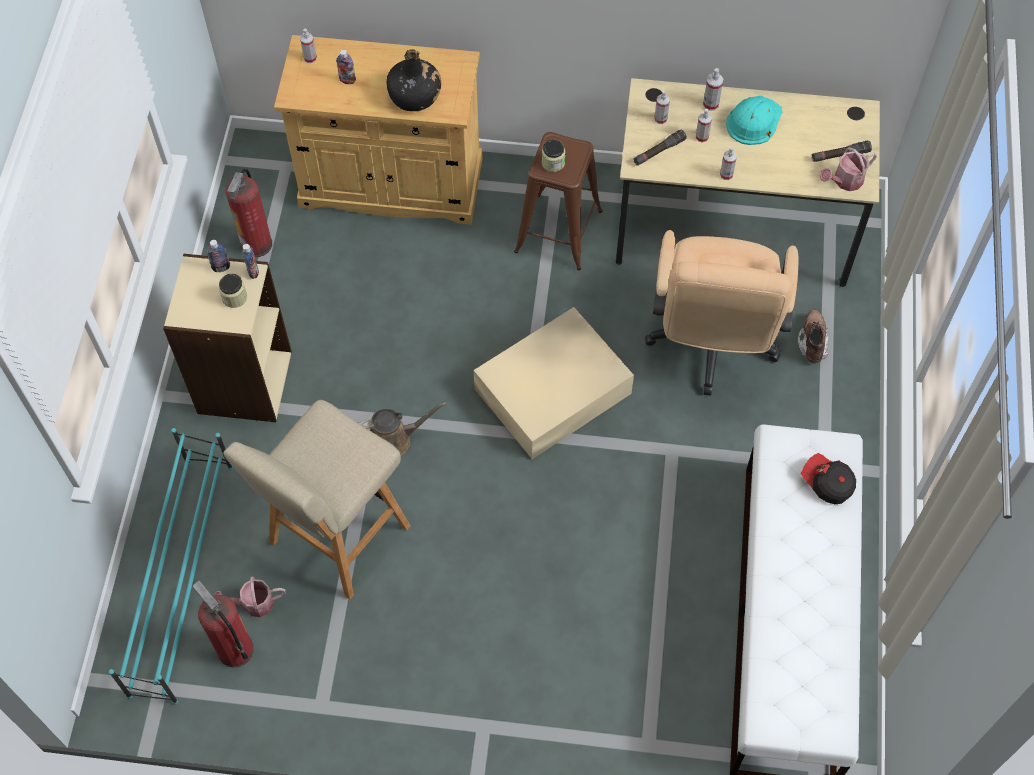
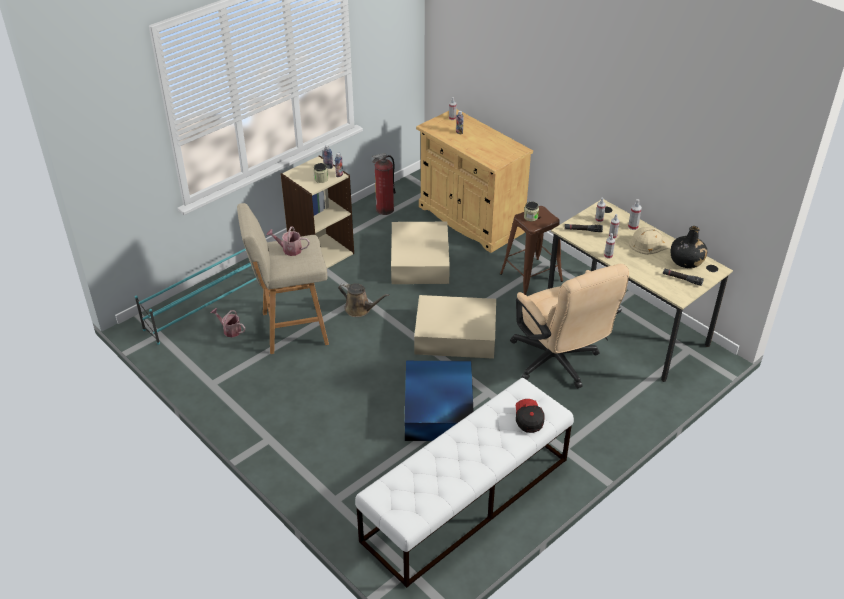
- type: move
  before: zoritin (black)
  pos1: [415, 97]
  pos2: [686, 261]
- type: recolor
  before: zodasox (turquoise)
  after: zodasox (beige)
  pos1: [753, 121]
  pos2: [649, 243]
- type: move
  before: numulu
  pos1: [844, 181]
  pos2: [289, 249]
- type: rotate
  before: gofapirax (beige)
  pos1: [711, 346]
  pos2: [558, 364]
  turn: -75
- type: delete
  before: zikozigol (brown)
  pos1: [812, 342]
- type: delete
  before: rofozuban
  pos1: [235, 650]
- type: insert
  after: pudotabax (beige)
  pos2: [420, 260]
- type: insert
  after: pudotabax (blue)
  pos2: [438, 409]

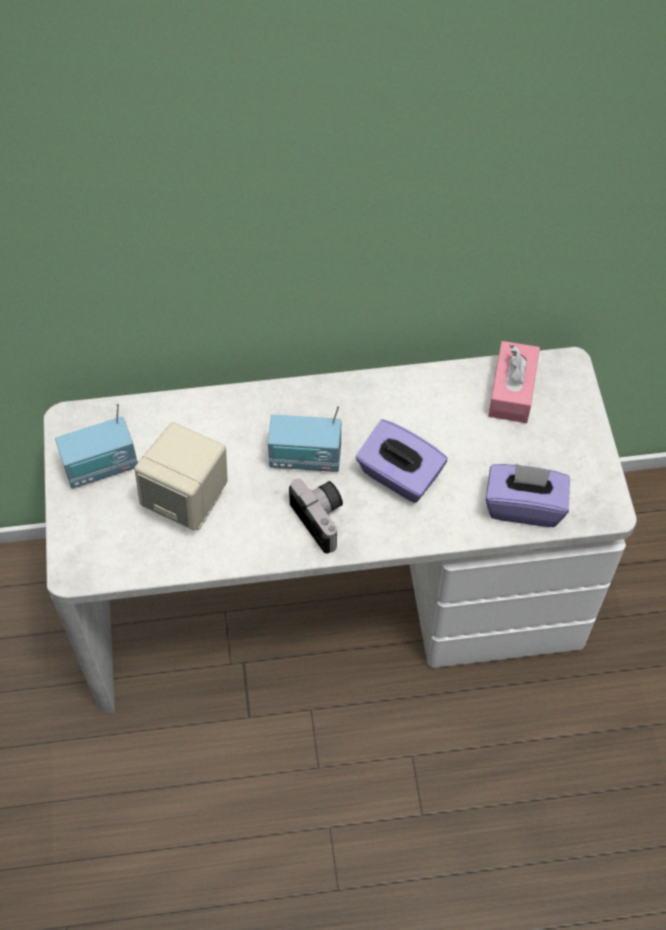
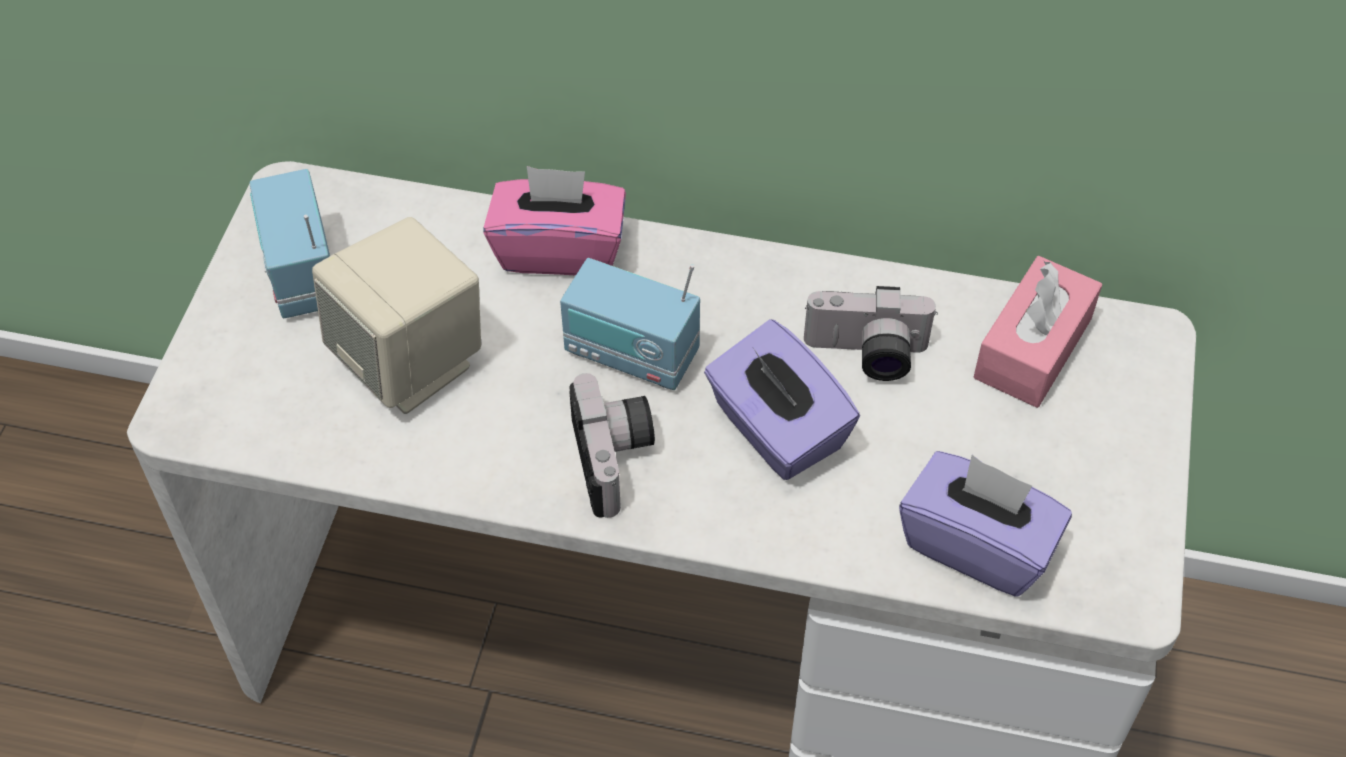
- type: rotate
  before: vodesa
  pos1: [101, 467]
  pos2: [301, 273]
  turn: 75
- type: insert
  after: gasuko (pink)
  pos2: [559, 249]
- type: insert
  after: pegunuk
  pos2: [866, 356]

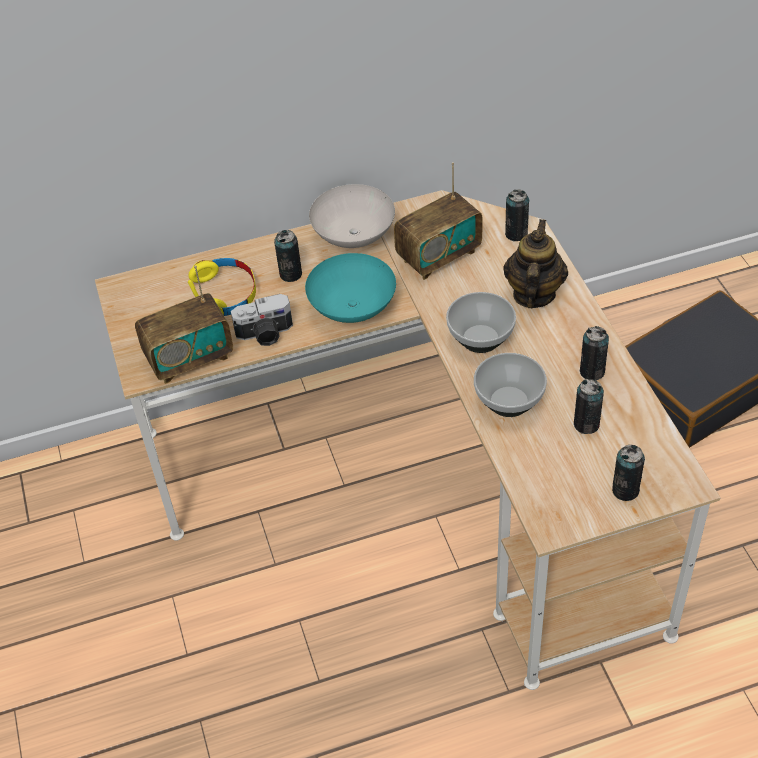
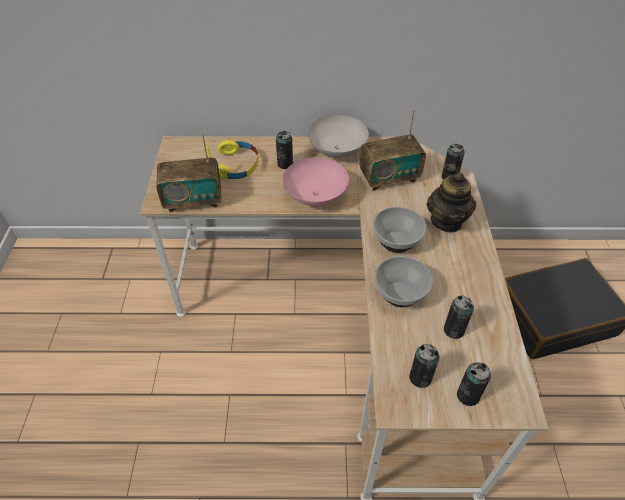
- type: rotate
  before: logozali
  pos1: [533, 294]
  pos2: [447, 221]
  turn: 150
- type: recolor
  before: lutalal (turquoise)
  after: lutalal (pink)
  pos1: [354, 308]
  pos2: [316, 197]
- type: delete
  before: pegunuk
  pos1: [265, 334]
- type: move
  before: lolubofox
  pos1: [592, 371]
  pos2: [420, 378]

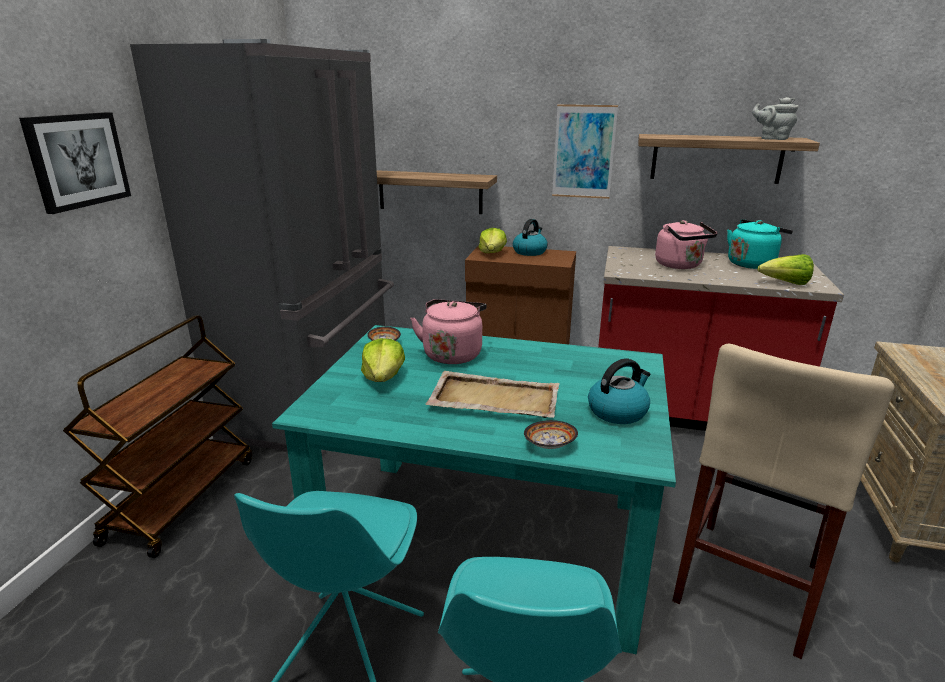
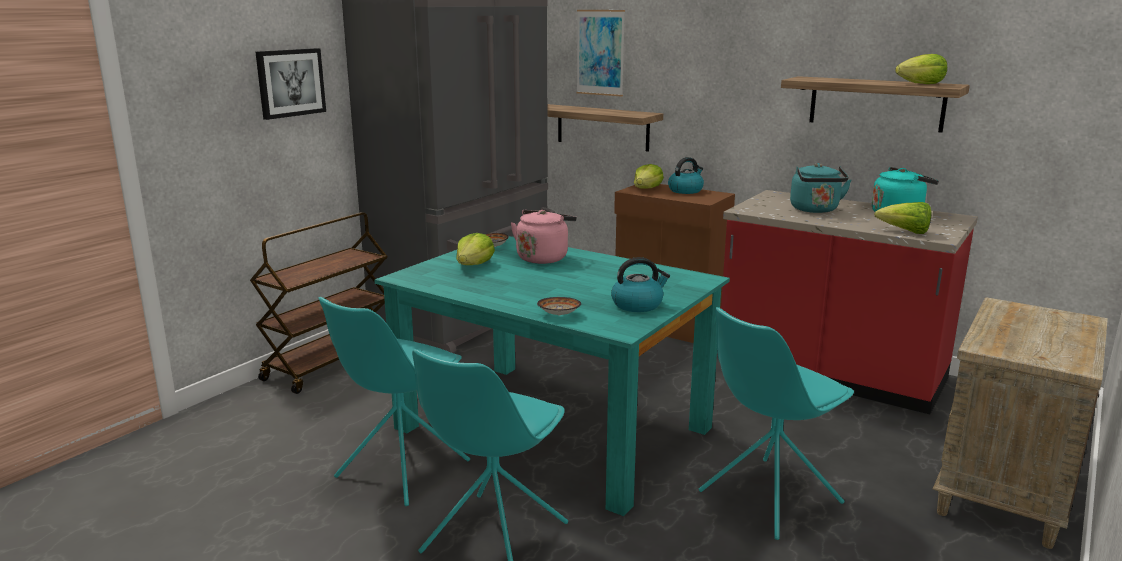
- type: replace
  before: logozali (grey)
  after: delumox
  pos1: [772, 139]
  pos2: [921, 84]
- type: move
  before: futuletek
  pos1: [583, 152]
  pos2: [600, 52]
- type: recolor
  before: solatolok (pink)
  after: solatolok (turquoise)
  pos1: [680, 266]
  pos2: [815, 210]
- type: replace
  before: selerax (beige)
  after: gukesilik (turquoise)
  pos1: [748, 582]
  pos2: [767, 498]
- type: delete
  before: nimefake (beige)
  pos1: [493, 398]

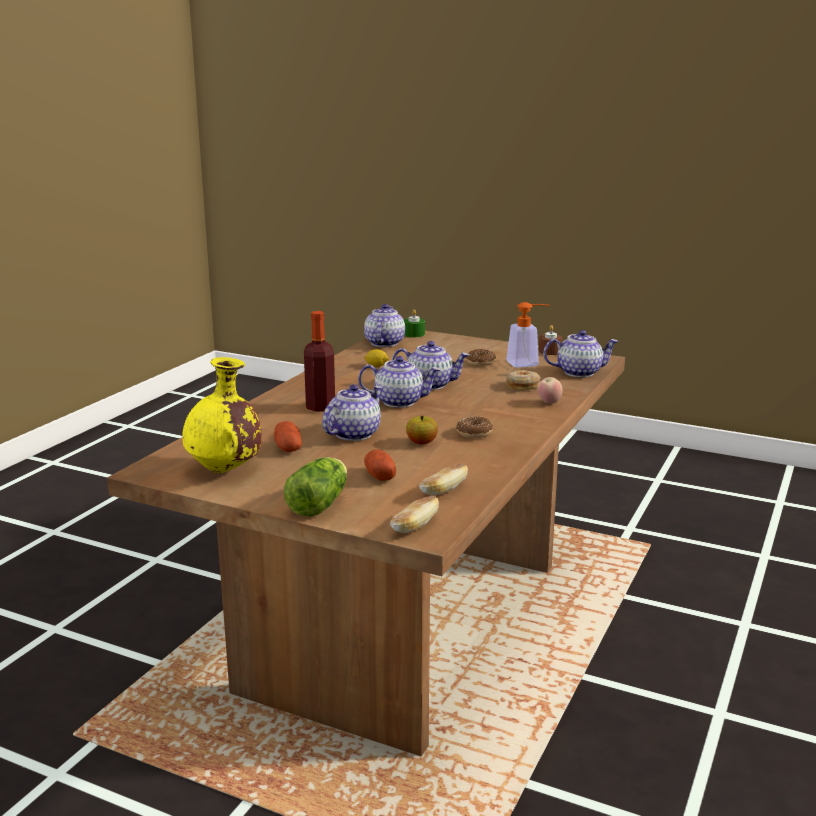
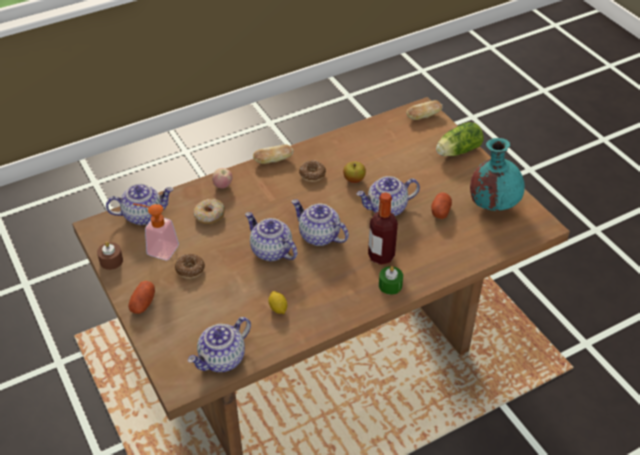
- type: move
  before: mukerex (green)
  pos1: [414, 334]
  pos2: [390, 285]
- type: rotate
  before: logozali
  pos1: [579, 372]
  pos2: [143, 215]
  turn: 135
- type: recolor
  before: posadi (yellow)
  after: posadi (turquoise)
  pos1: [225, 470]
  pos2: [493, 204]
- type: move
  before: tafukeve
  pos1: [379, 476]
  pos2: [143, 303]
- type: move
  before: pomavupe
  pos1: [443, 491]
  pos2: [273, 160]

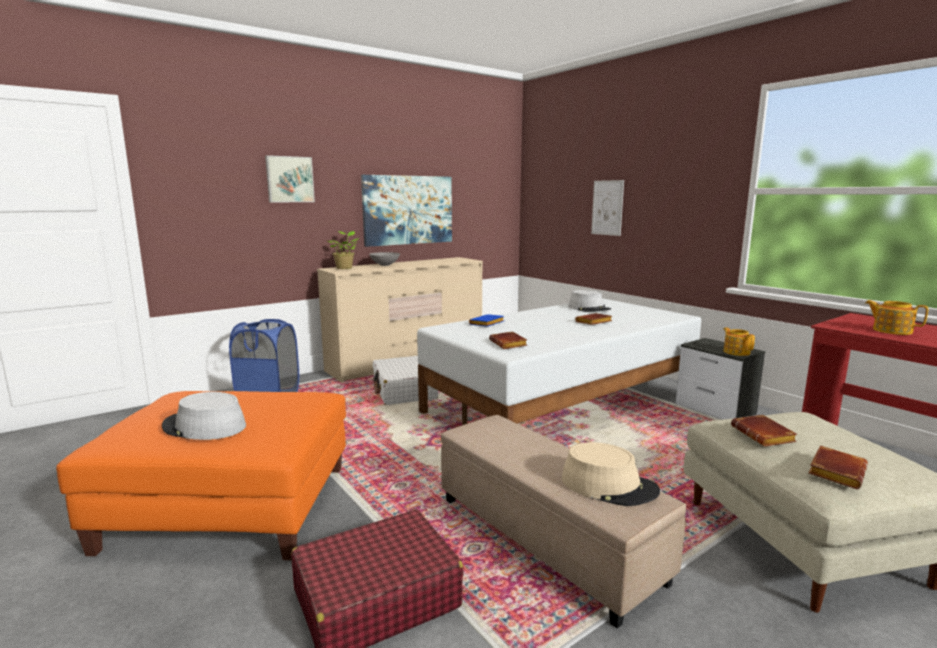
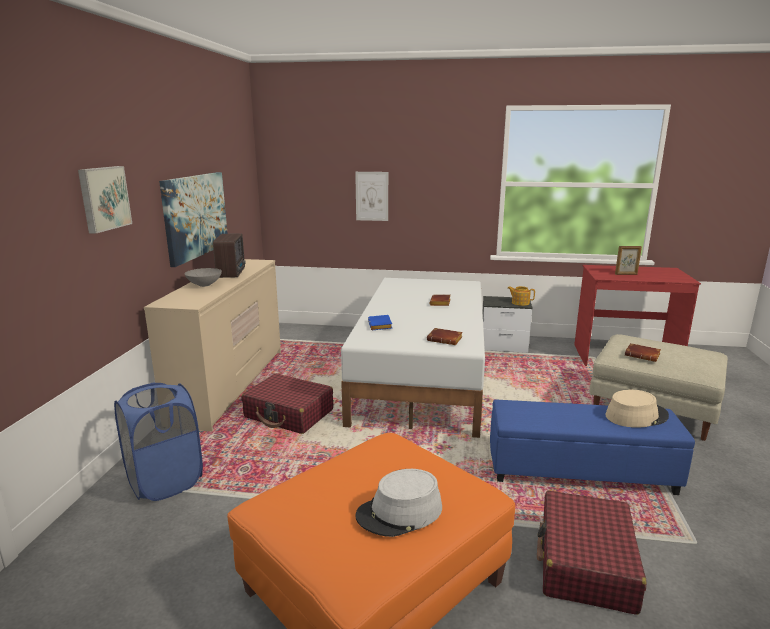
- type: delete
  before: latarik
  pos1: [345, 268]
- type: delete
  before: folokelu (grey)
  pos1: [589, 308]
- type: replace
  before: logozali
  after: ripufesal
  pos1: [891, 330]
  pos2: [626, 274]
- type: recolor
  before: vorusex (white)
  after: vorusex (red)
  pos1: [404, 391]
  pos2: [289, 414]
- type: recolor
  before: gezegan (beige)
  after: gezegan (blue)
  pos1: [546, 538]
  pos2: [579, 470]
- type: delete
  before: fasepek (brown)
  pos1: [835, 471]
- type: insert
  after: vodesa
  pos2: [232, 273]

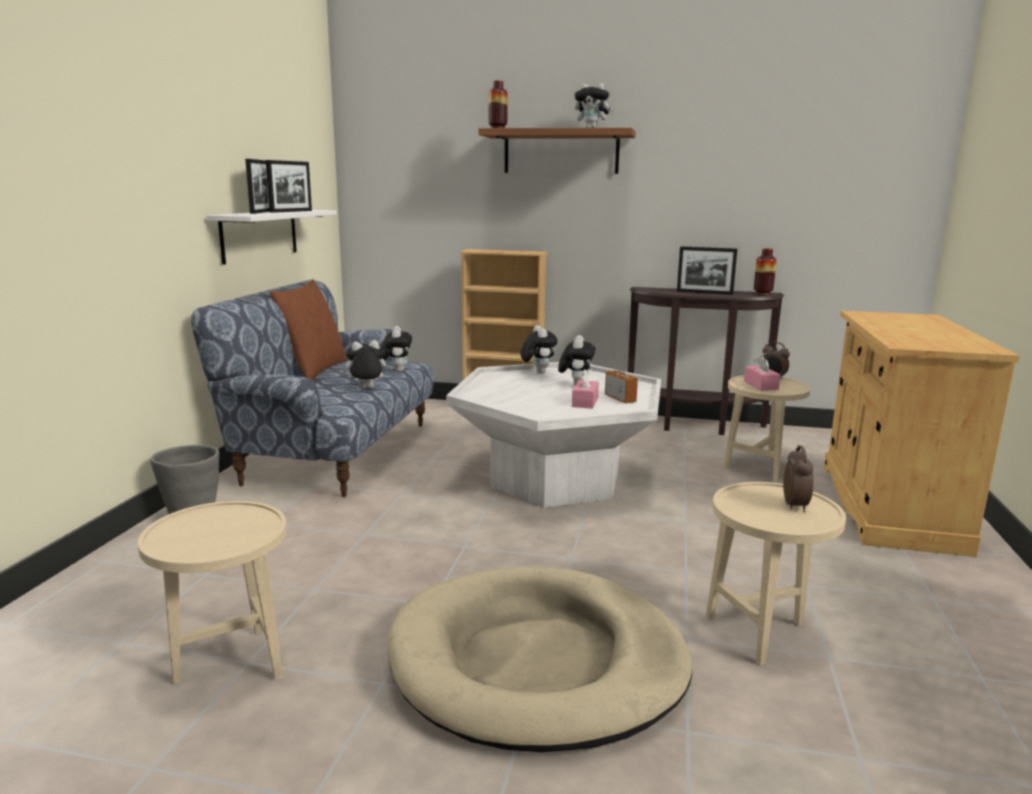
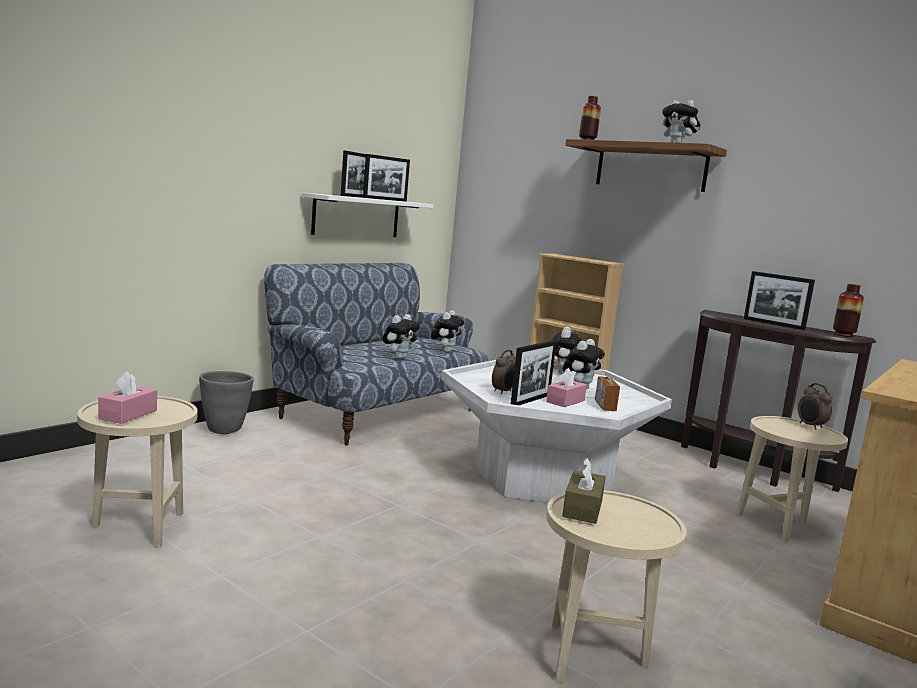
- type: delete
  before: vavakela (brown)
  pos1: [313, 370]
- type: rotate
  before: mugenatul
  pos1: [366, 388]
  pos2: [399, 357]
  turn: 120
- type: move
  before: gasuko (pink)
  pos1: [760, 385]
  pos2: [128, 414]
- type: move
  before: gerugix
  pos1: [795, 506]
  pos2: [503, 392]
- type: delete
  before: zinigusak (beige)
  pos1: [537, 663]
- type: insert
  after: ripufesal
  pos2: [530, 400]
- type: insert
  after: gasuko (brown)
  pos2: [582, 508]

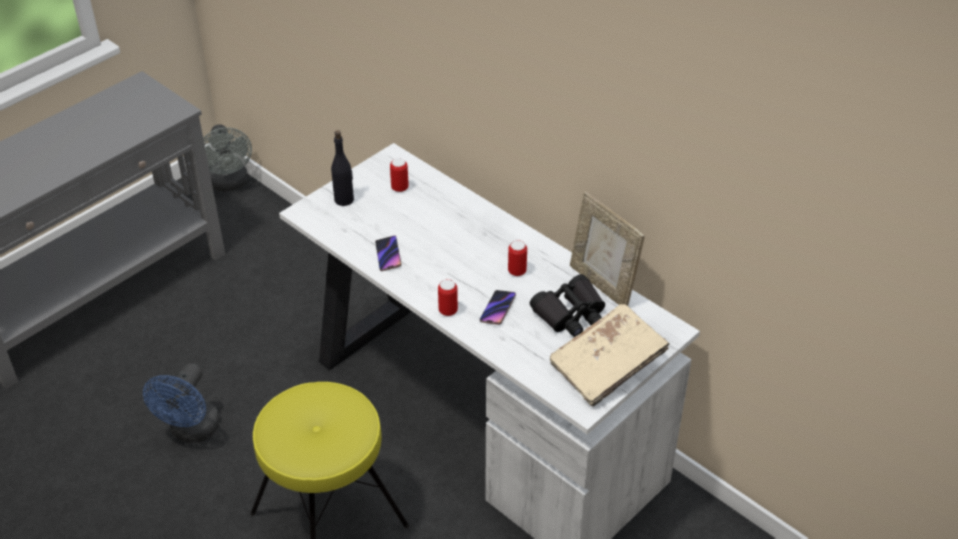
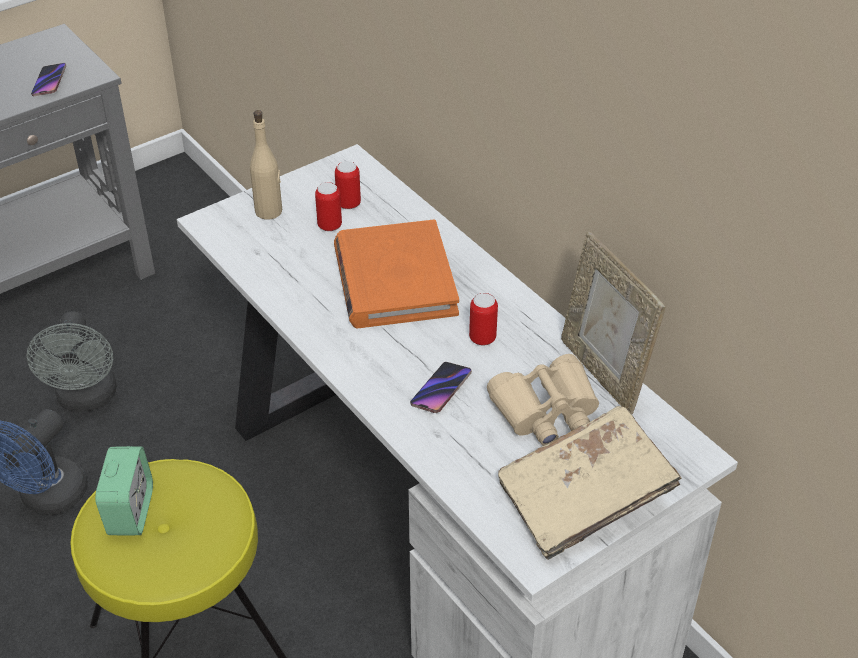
- type: move
  before: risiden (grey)
  pos1: [230, 184]
  pos2: [87, 399]
- type: recolor
  before: zoritin (black)
  after: zoritin (beige)
  pos1: [344, 199]
  pos2: [269, 211]
- type: move
  before: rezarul
  pos1: [388, 255]
  pos2: [49, 82]
- type: recolor
  before: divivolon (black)
  after: divivolon (beige)
  pos1: [570, 314]
  pos2: [546, 411]
- type: move
  before: lolubofox
  pos1: [448, 311]
  pos2: [329, 226]
- type: insert
  after: fasepek (orange)
  pos2: [394, 280]
- type: insert
  after: gerugix
  pos2: [130, 512]

